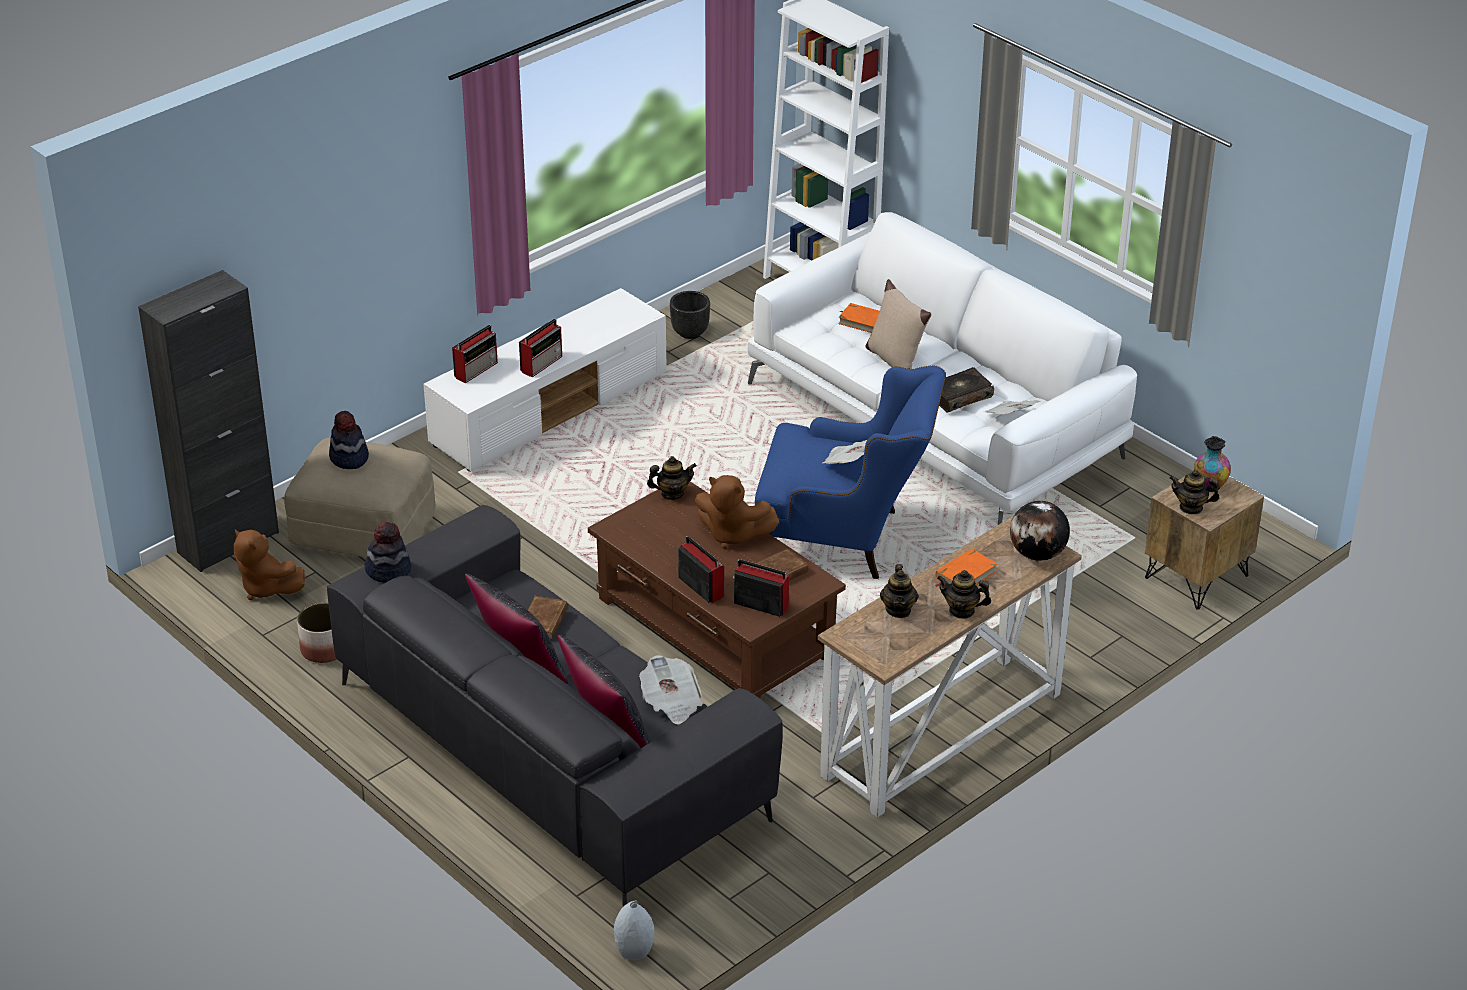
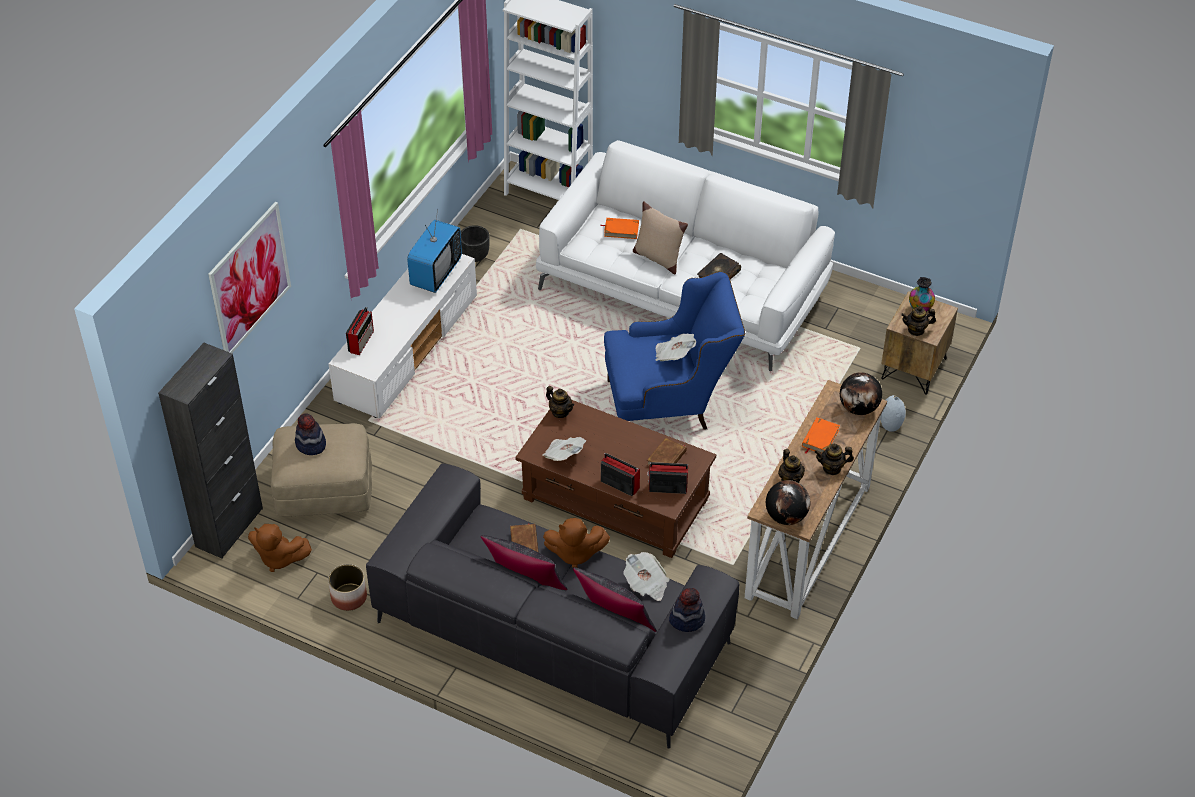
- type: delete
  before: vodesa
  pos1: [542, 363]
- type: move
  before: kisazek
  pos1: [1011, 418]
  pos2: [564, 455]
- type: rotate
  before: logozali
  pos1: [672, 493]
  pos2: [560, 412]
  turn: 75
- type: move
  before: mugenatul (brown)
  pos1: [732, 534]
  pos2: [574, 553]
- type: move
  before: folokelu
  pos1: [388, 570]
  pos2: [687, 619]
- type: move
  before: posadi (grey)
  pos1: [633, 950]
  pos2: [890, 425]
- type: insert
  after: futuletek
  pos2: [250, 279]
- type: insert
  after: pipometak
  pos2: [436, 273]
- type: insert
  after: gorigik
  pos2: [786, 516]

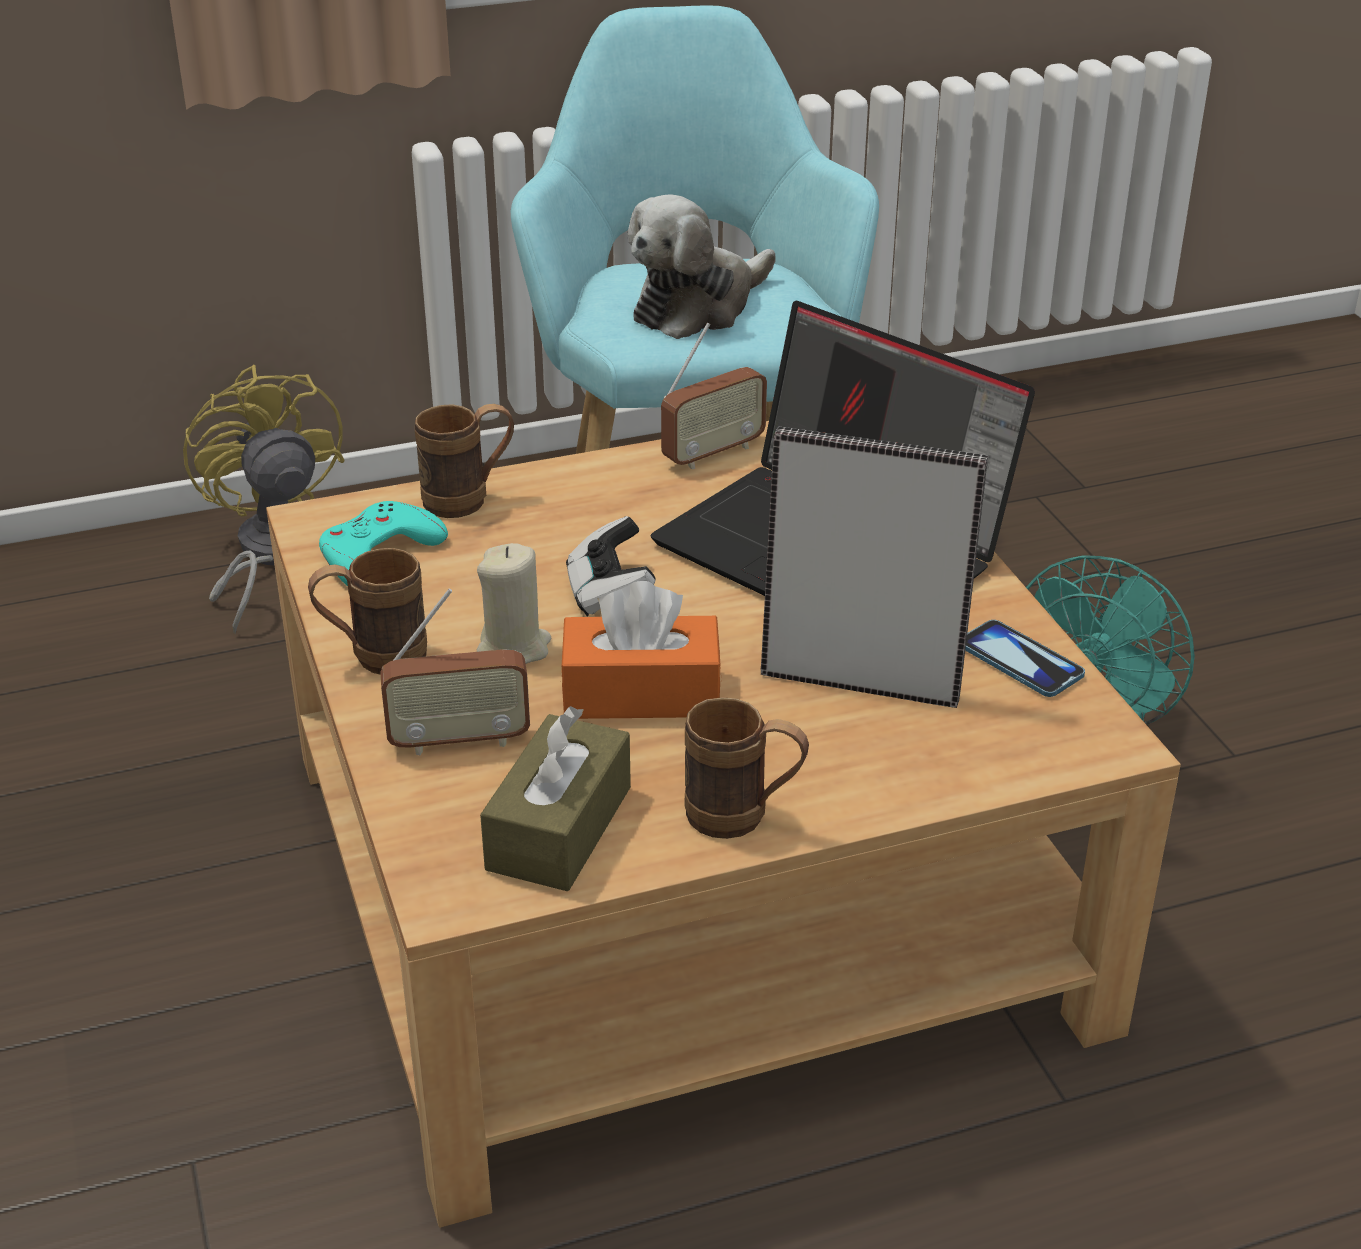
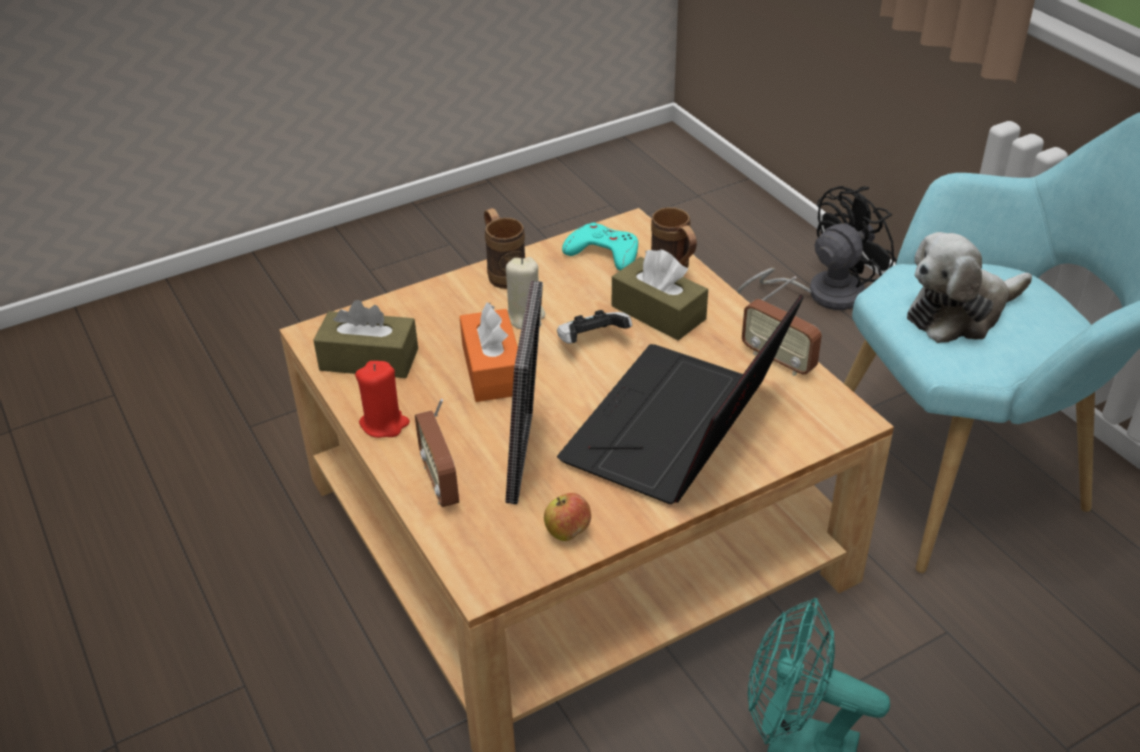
- type: rotate
  before: mugenatul
  pos1: [698, 307]
  pos2: [960, 313]
  turn: -60
- type: recolor
  before: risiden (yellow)
  after: risiden (black)
  pos1: [271, 555]
  pos2: [822, 293]
- type: move
  before: vodesa
  pos1: [459, 740]
  pos2: [440, 482]
- type: replace
  before: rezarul
  after: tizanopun
  pos1: [1020, 661]
  pos2: [567, 532]
- type: replace
  before: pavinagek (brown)
  after: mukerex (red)
  pos1: [743, 818]
  pos2: [384, 424]
- type: insert
  after: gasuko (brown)
  pos2: [658, 313]

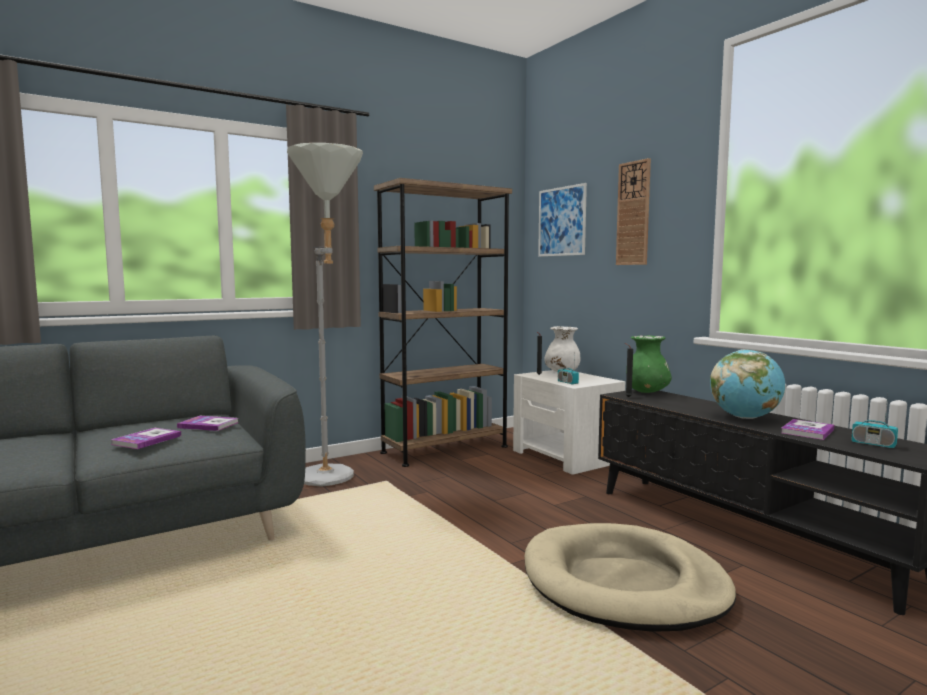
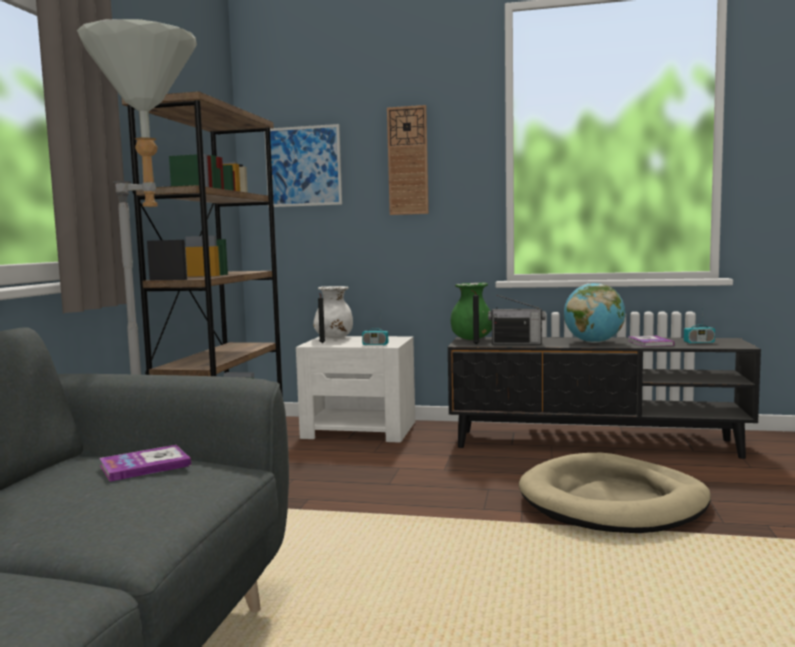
- type: delete
  before: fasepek
  pos1: [146, 440]
- type: insert
  after: vodesa
  pos2: [516, 343]

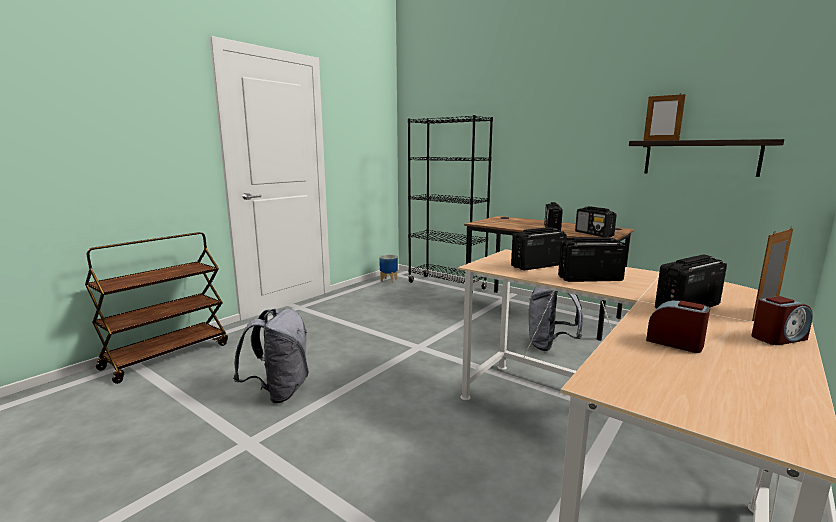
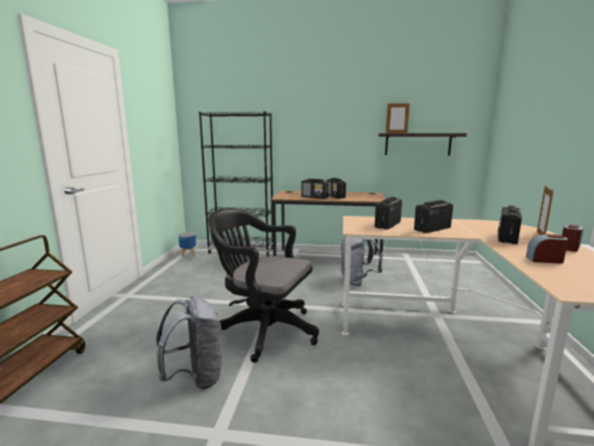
- type: move
  before: vodesa
  pos1: [594, 234]
  pos2: [314, 197]
- type: insert
  after: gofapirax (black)
  pos2: [263, 330]

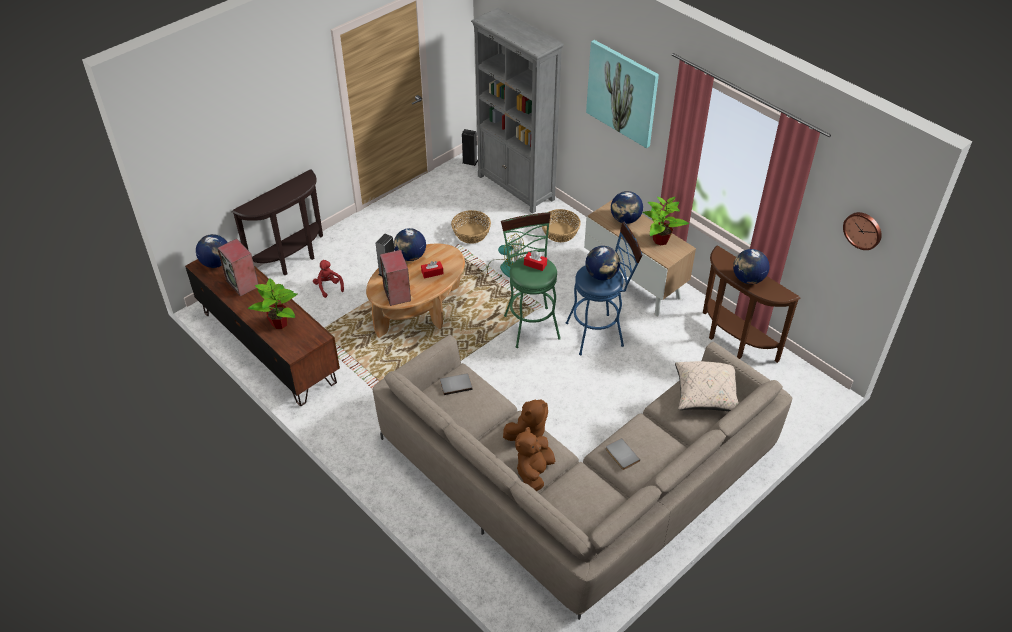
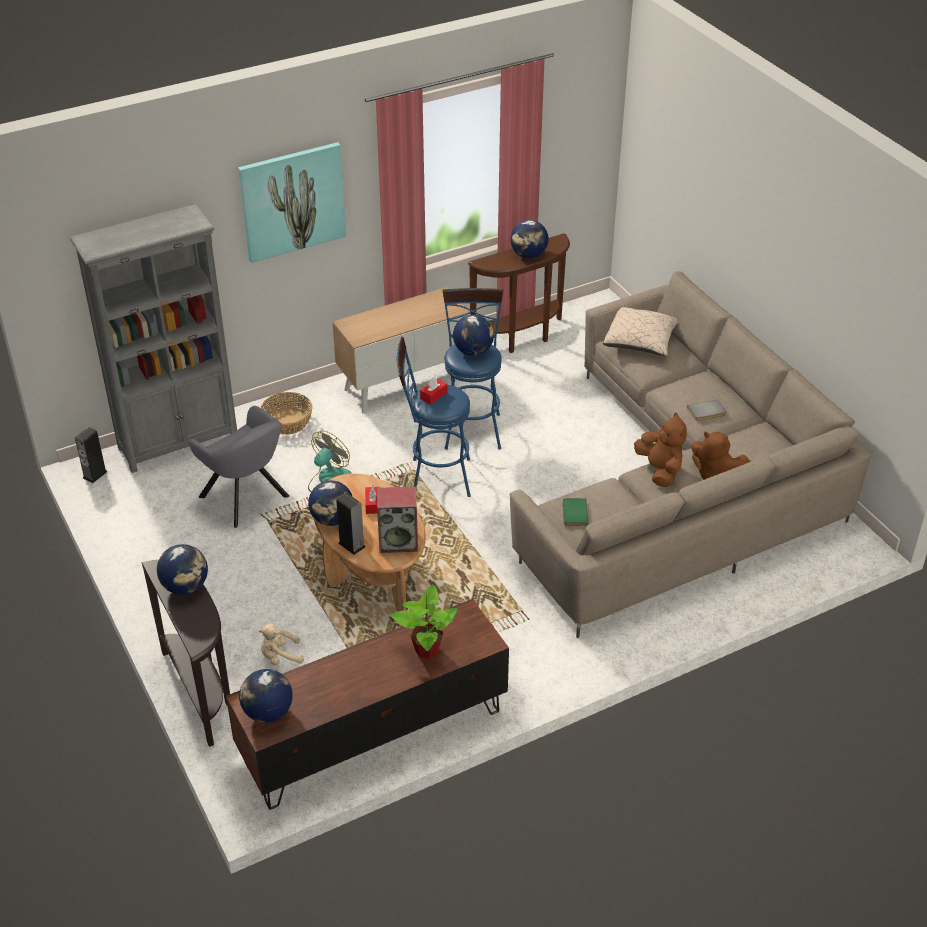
- type: move
  before: gorigik
  pos1: [625, 219]
  pos2: [185, 587]
- type: delete
  before: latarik
  pos1: [660, 240]
- type: replace
  before: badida
  after: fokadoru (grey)
  pos1: [471, 234]
  pos2: [247, 499]
- type: recolor
  before: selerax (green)
  after: selerax (blue)
  pos1: [530, 323]
  pos2: [434, 477]
- type: delete
  before: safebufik
  pos1: [863, 230]
- type: delete
  before: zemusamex
  pos1: [243, 284]
- type: recolor
  before: mugenatul (red)
  after: mugenatul (beige)
  pos1: [328, 286]
  pos2: [280, 657]
- type: recolor
  before: fasepek (grey)
  after: fasepek (green)
  pos1: [455, 384]
  pos2: [573, 513]

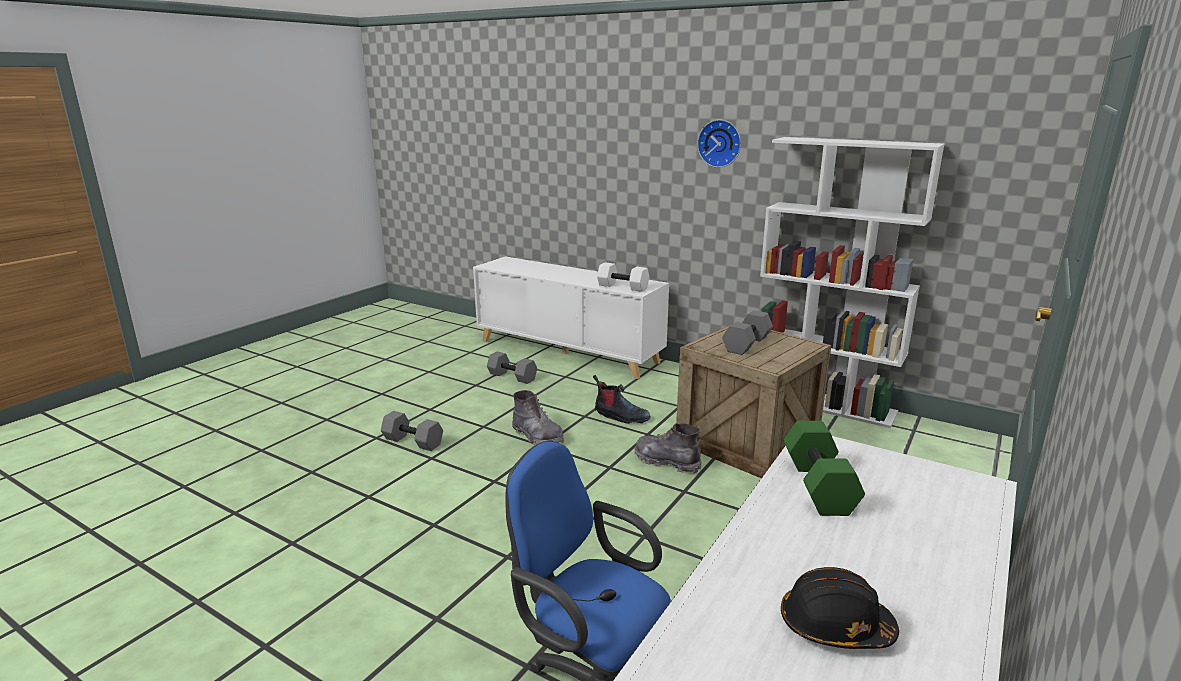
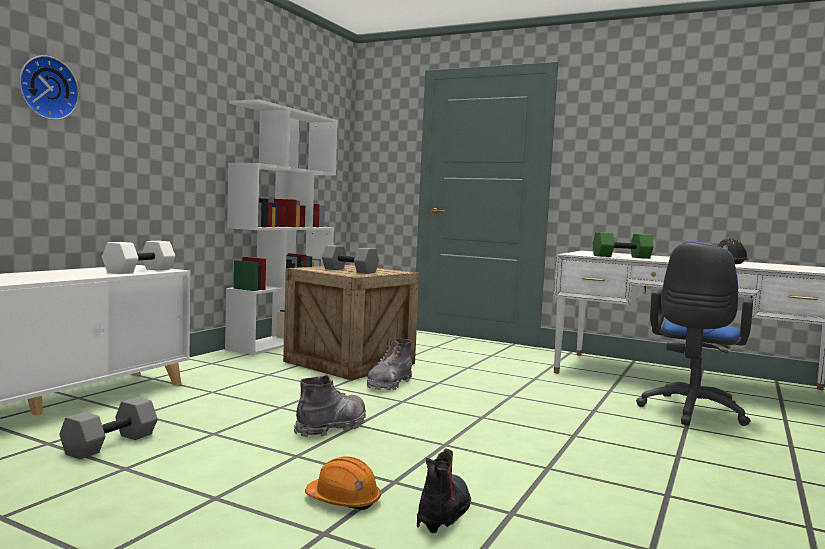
- type: move
  before: safebufik
  pos1: [720, 143]
  pos2: [46, 88]
- type: move
  before: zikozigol
  pos1: [620, 416]
  pos2: [444, 512]
- type: replace
  before: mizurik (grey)
  after: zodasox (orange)
  pos1: [412, 442]
  pos2: [343, 500]

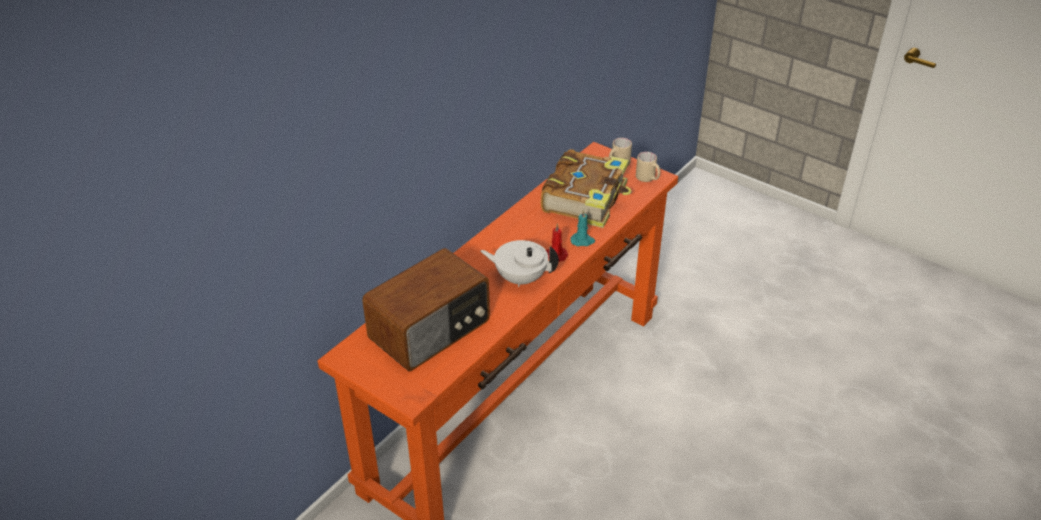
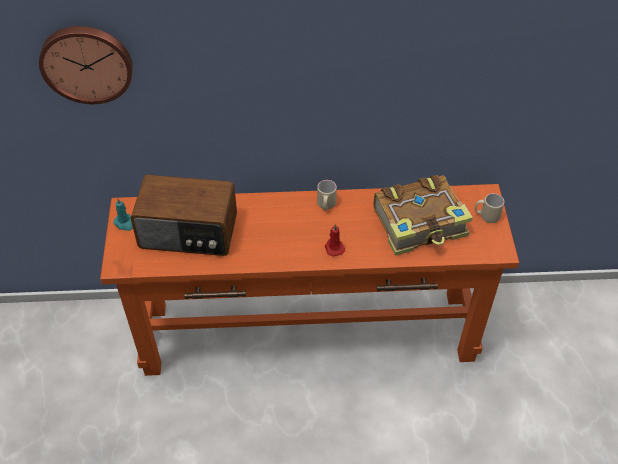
- type: move
  before: pavinagek (beige)
  pos1: [648, 179]
  pos2: [326, 206]
- type: move
  before: mukerex (turquoise)
  pos1: [582, 241]
  pos2: [124, 223]
- type: delete
  before: logozali (white)
  pos1: [520, 278]
- type: insert
  after: safebufik
  pos2: [87, 62]

